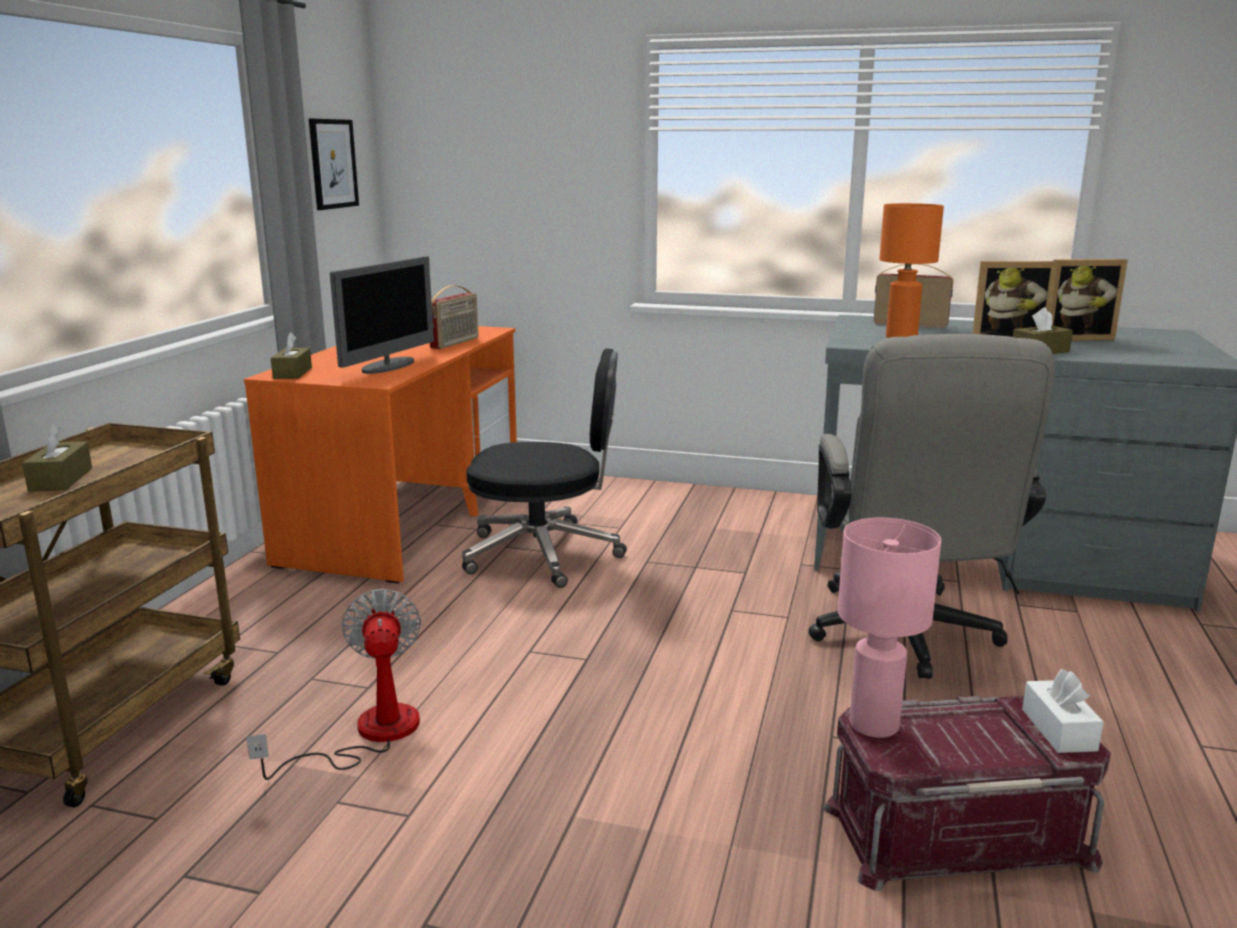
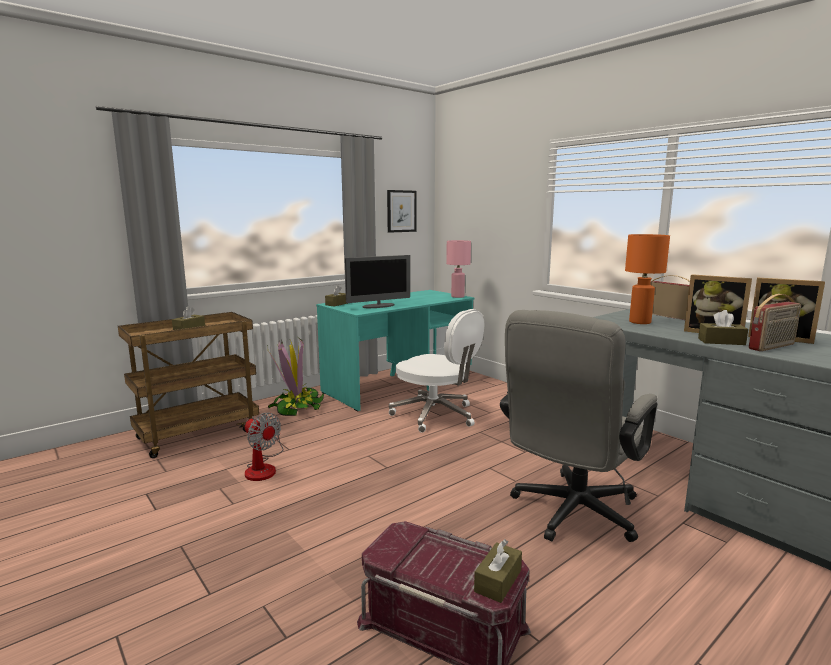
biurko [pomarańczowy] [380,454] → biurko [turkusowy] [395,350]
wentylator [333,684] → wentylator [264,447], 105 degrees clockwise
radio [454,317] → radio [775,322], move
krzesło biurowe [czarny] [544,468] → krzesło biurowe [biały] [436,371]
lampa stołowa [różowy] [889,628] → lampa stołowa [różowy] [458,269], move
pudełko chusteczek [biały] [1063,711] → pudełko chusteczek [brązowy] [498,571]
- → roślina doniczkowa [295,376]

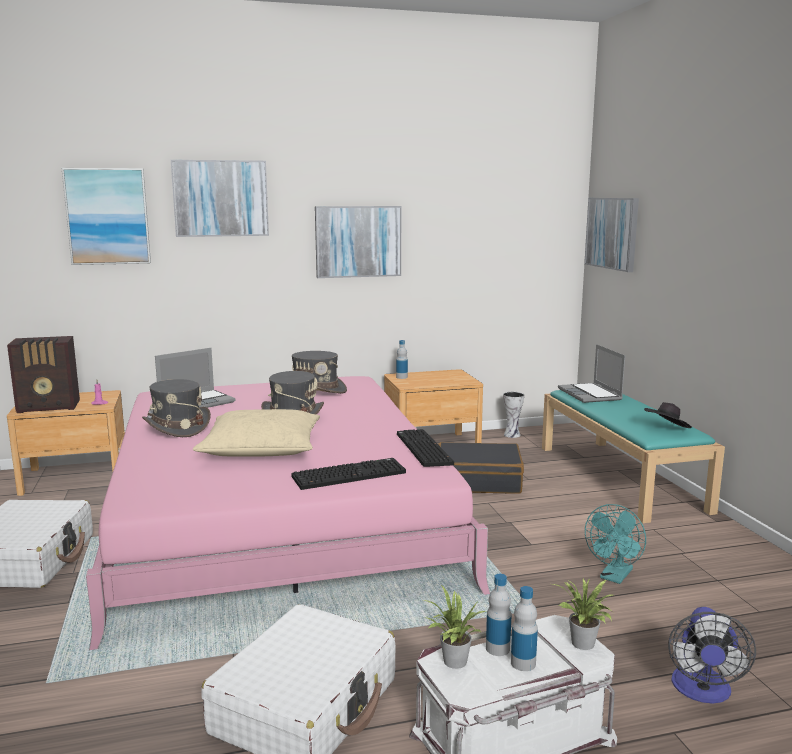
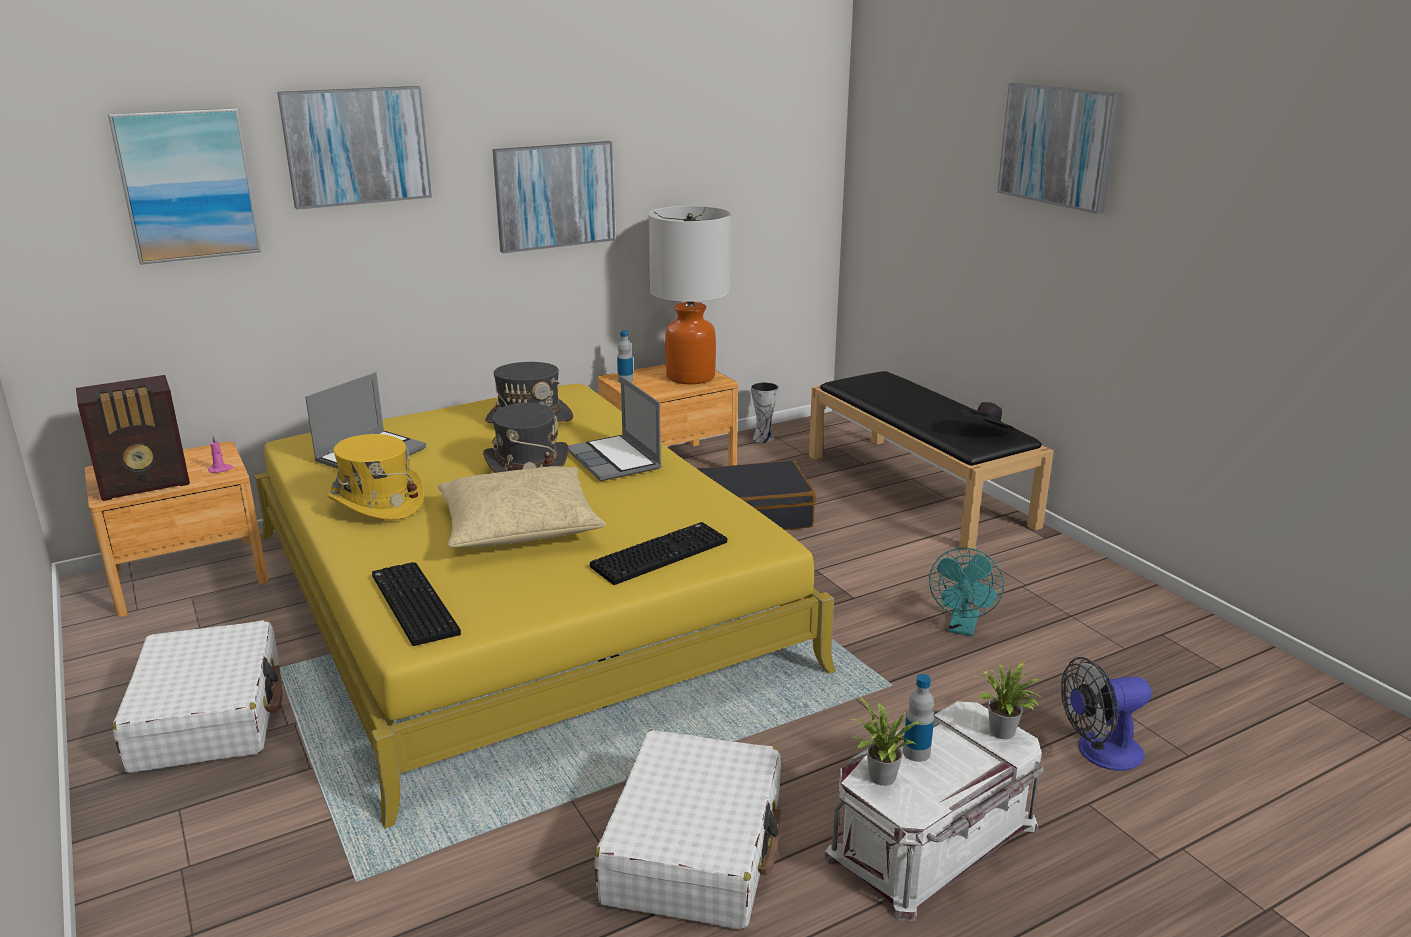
łóżko [różowy] [288,513] → łóżko [żółty] [545,606]
kapelusz [szary] [176,408] → kapelusz [żółty] [375,477]
klawiatura [425,448] → klawiatura [416,604], move
butelka [524,628] → -
ławka [turkusowy] [633,456] → ławka [czarny] [931,461]
laptop [591,373] → laptop [615,428], move
obraz [611,235] → obraz [1059,148], move
wentylator [712,655] → wentylator [1106,714], 75 degrees clockwise
- → lampa stołowa [689,295]

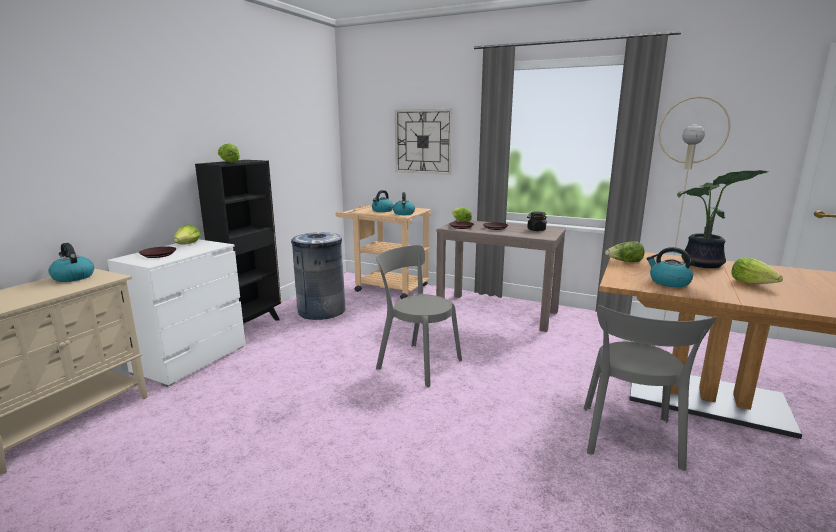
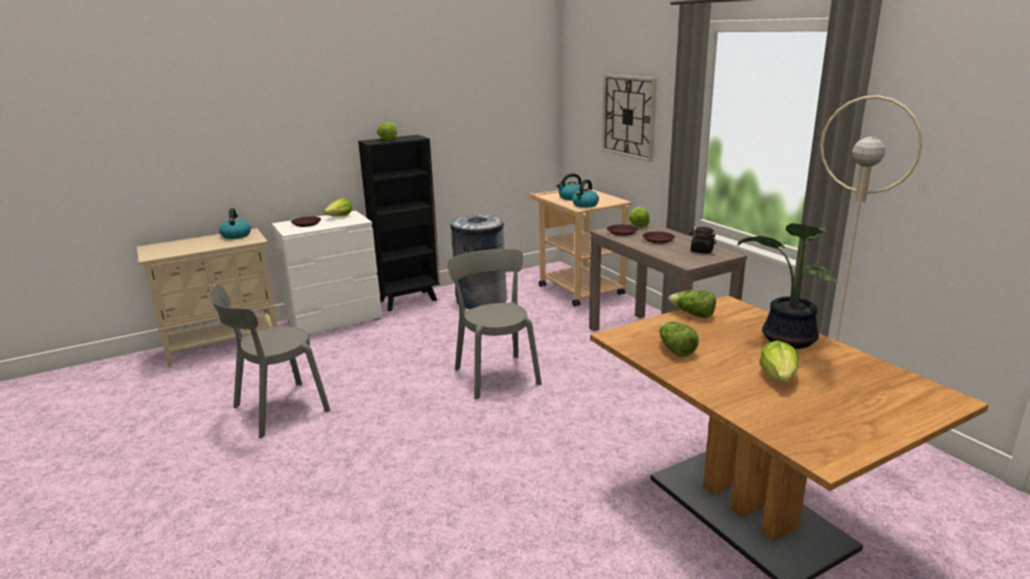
krzesło [szary] [650,388] → krzesło [szary] [269,361], move
czajnik [669,267] → sałata [679,339]

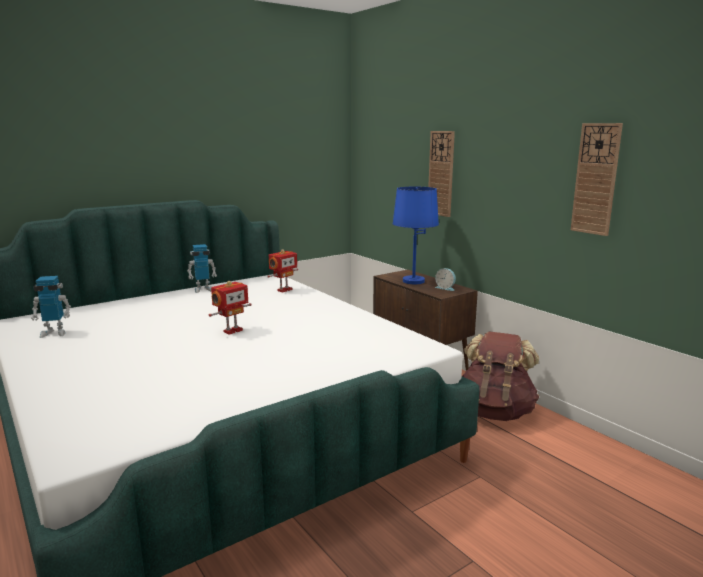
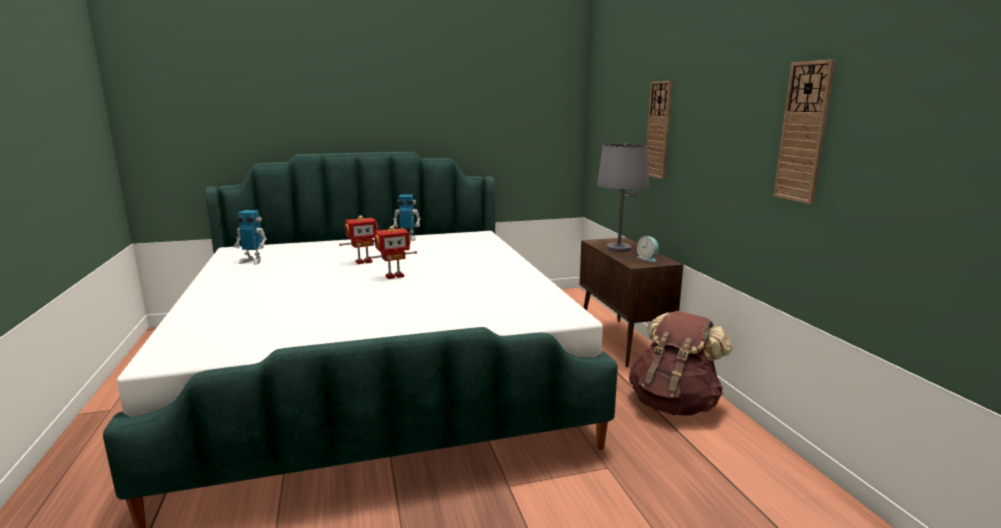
robot zabawkowy [282,270] → robot zabawkowy [358,239], move
lampa stołowa [niebieski] [416,235] → lampa stołowa [szary] [623,198]

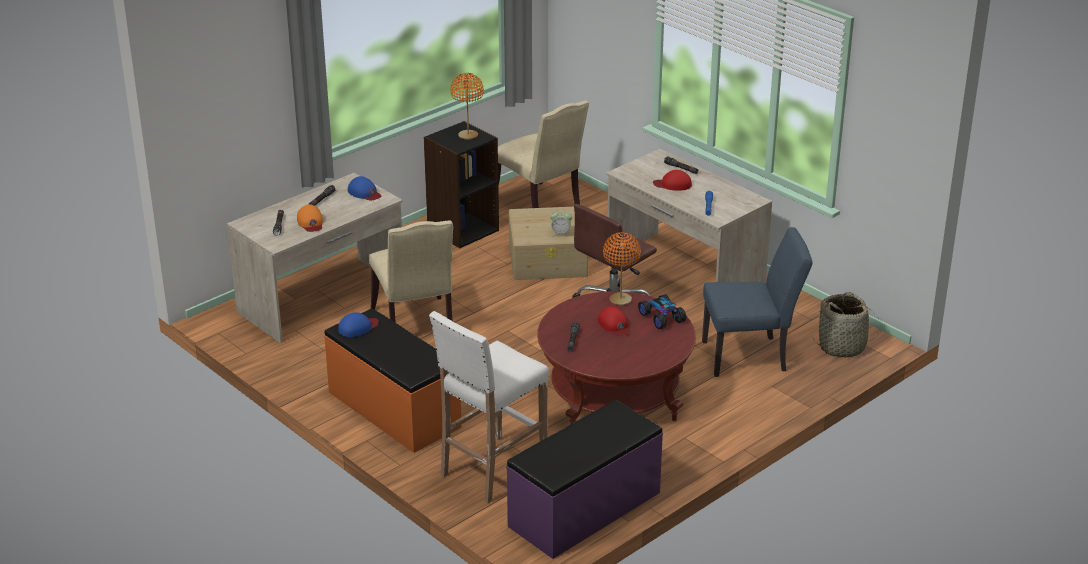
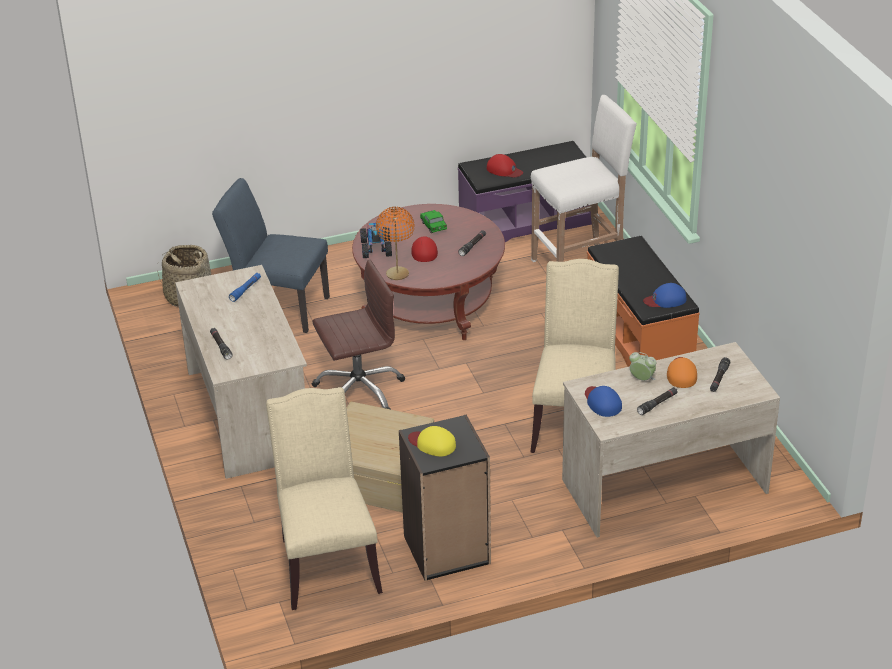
lampa stołowa [pomarańczowy] [467,106] → czapka z daszkiem [żółty] [432,441]
budzik [561,223] → budzik [642,366], move
czapka z daszkiem [czerwony] [672,180] → czapka z daszkiem [czerwony] [505,165], move
- → samochodzik [433,221]

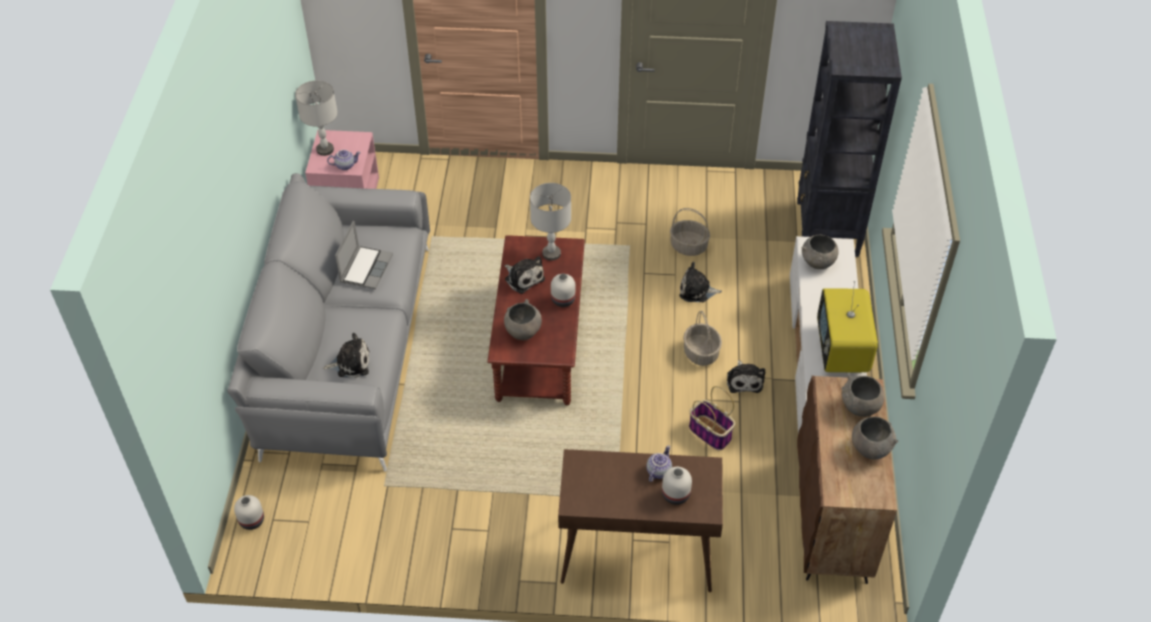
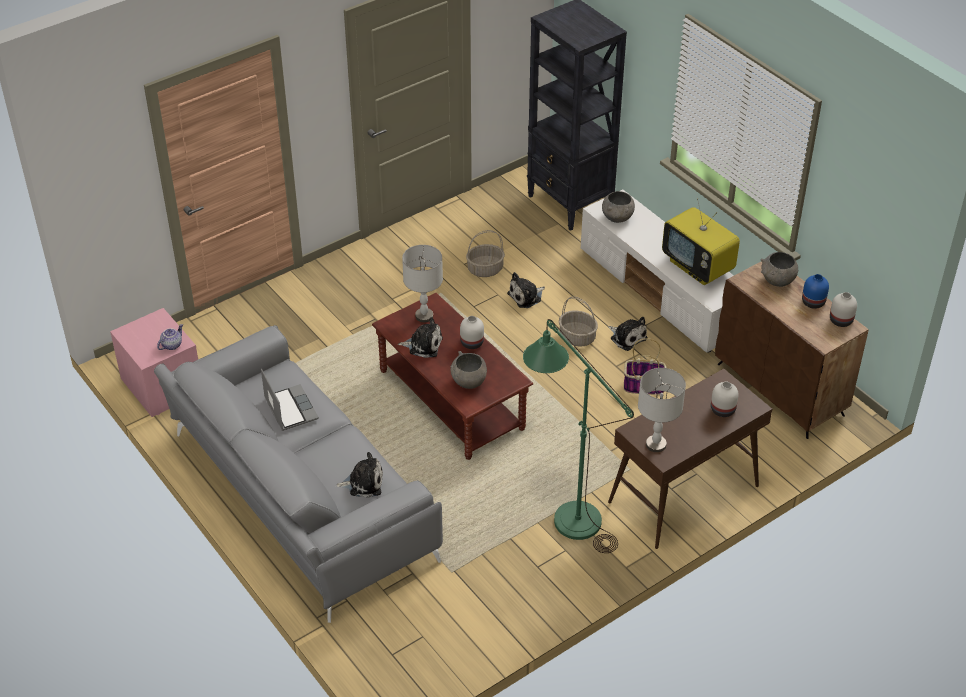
wazon [biały] [249,512] → wazon [biały] [843,309], move
lampa stołowa [szary] [316,118] → lampa stołowa [szary] [662,410], move
pluszak [346,355] → pluszak [359,475], 45 degrees clockwise
imbryk [659,463] → -
miska [szary] [875,438] → wazon [niebieski] [815,291]
- → lampa stojąca [zielony] [578,436]

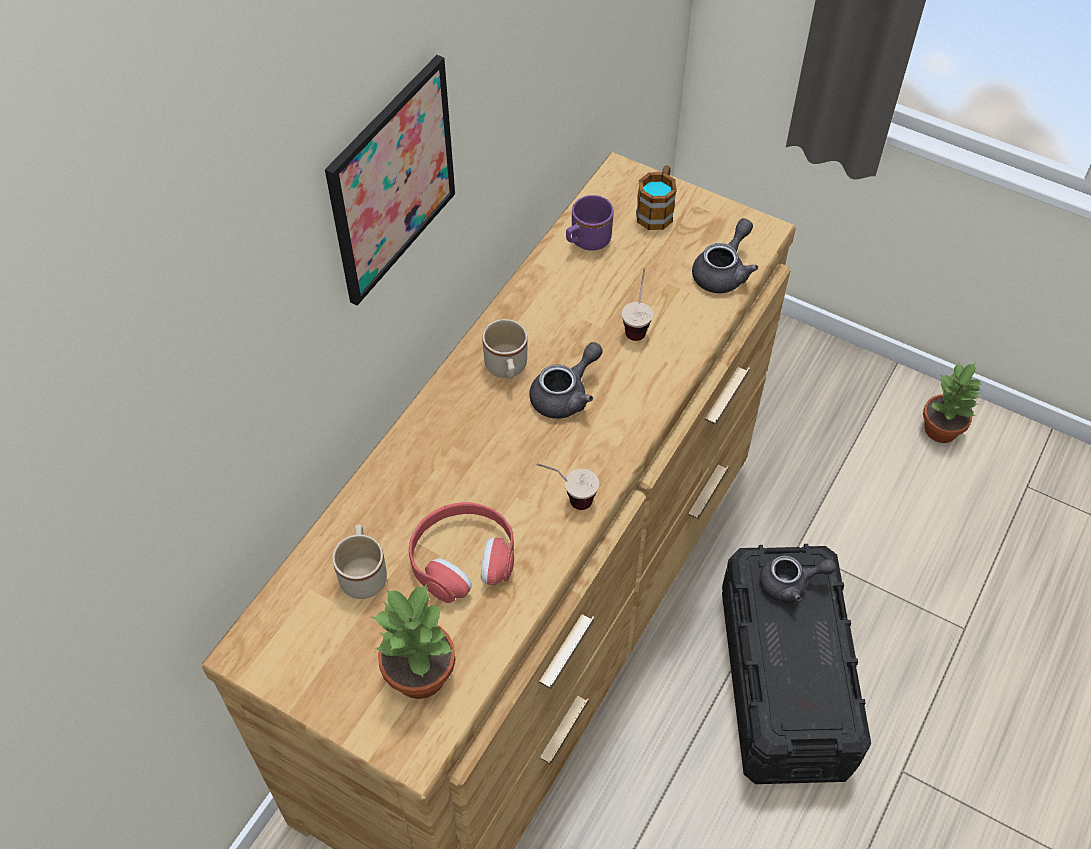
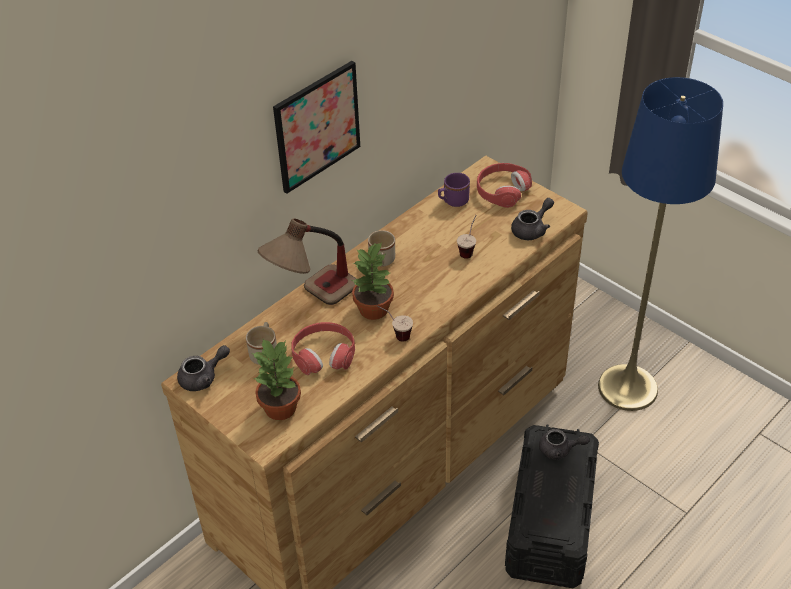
imbryk [szary] [566,380] → imbryk [szary] [203,368], move
kubek [656,197] → słuchawki [czerwony] [504,185]
roślina doniczkowa [952,402] → roślina doniczkowa [373,281], move
- → lampa stołowa [307,261]
- → lampa stojąca [niebieski] [660,244]

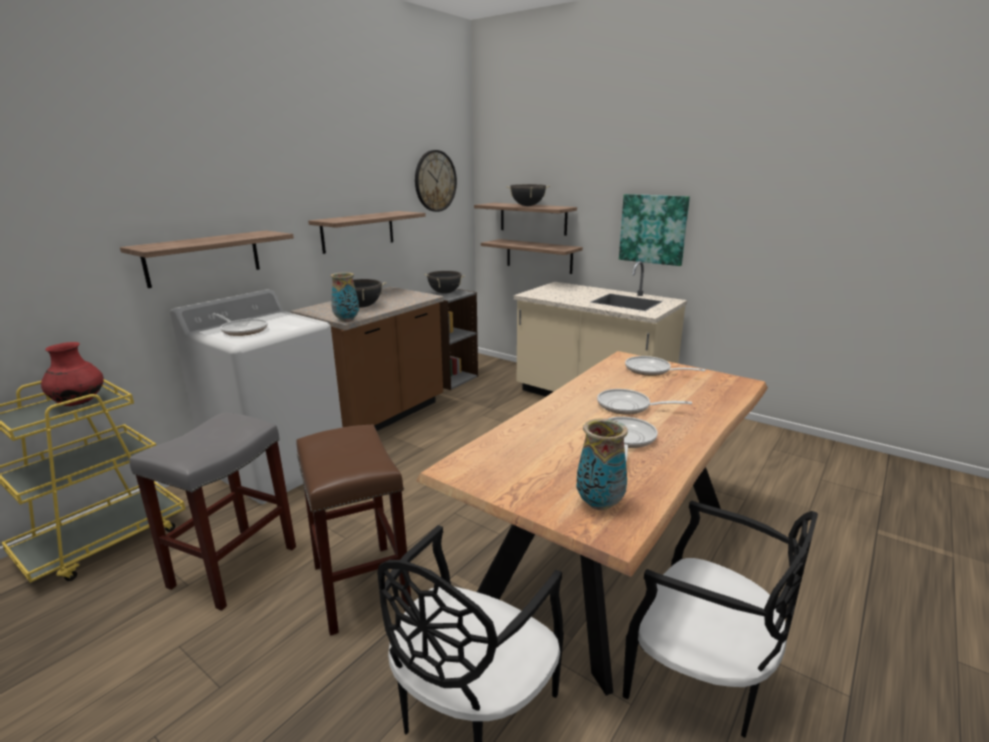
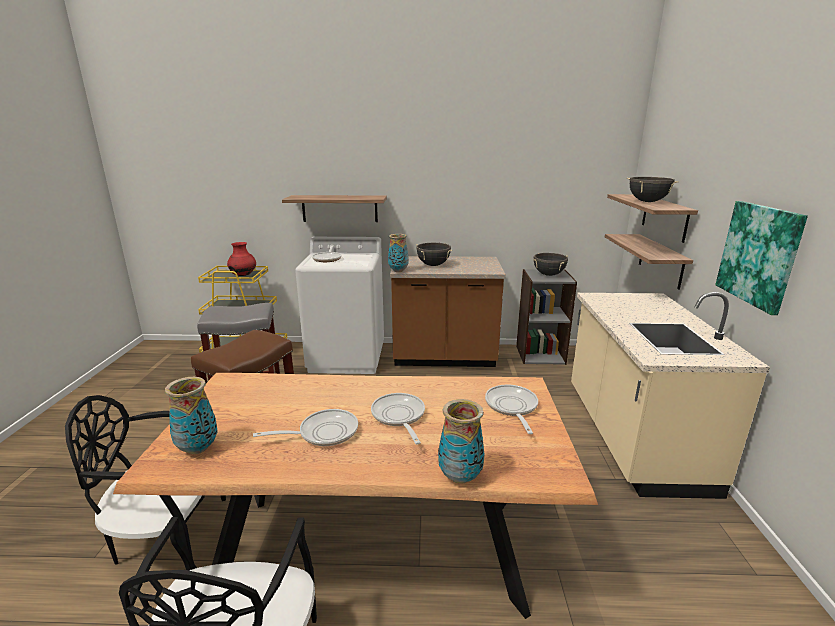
półka [367,232] → -
zegar ścienny [436,181] → -
- → wazon [461,441]

